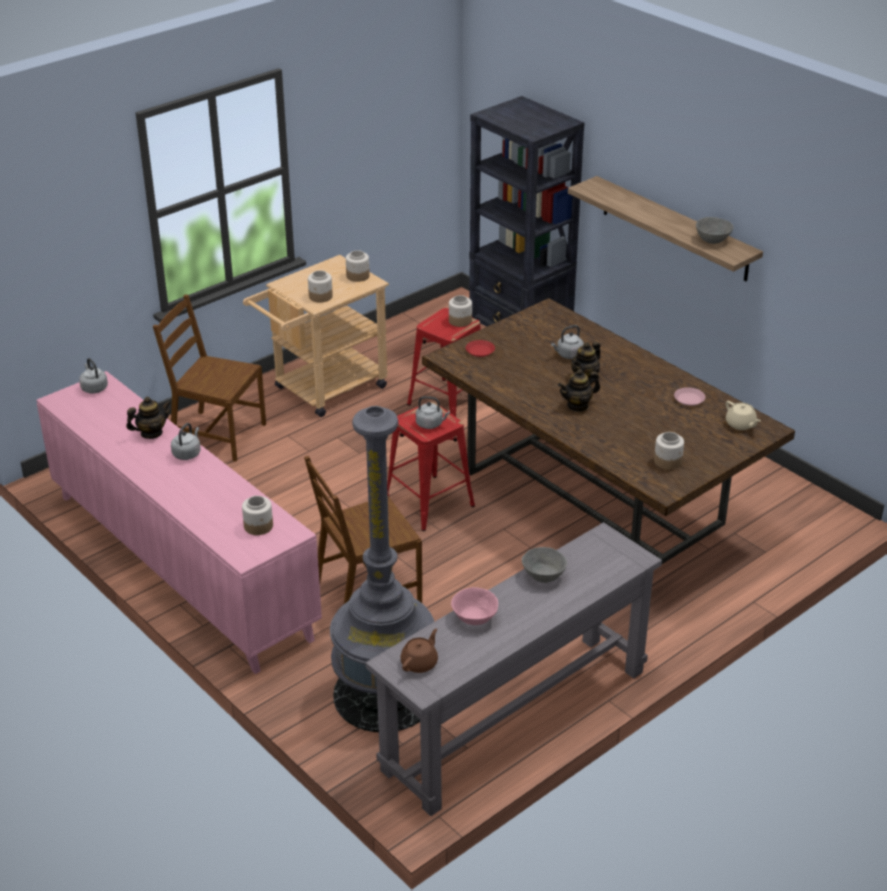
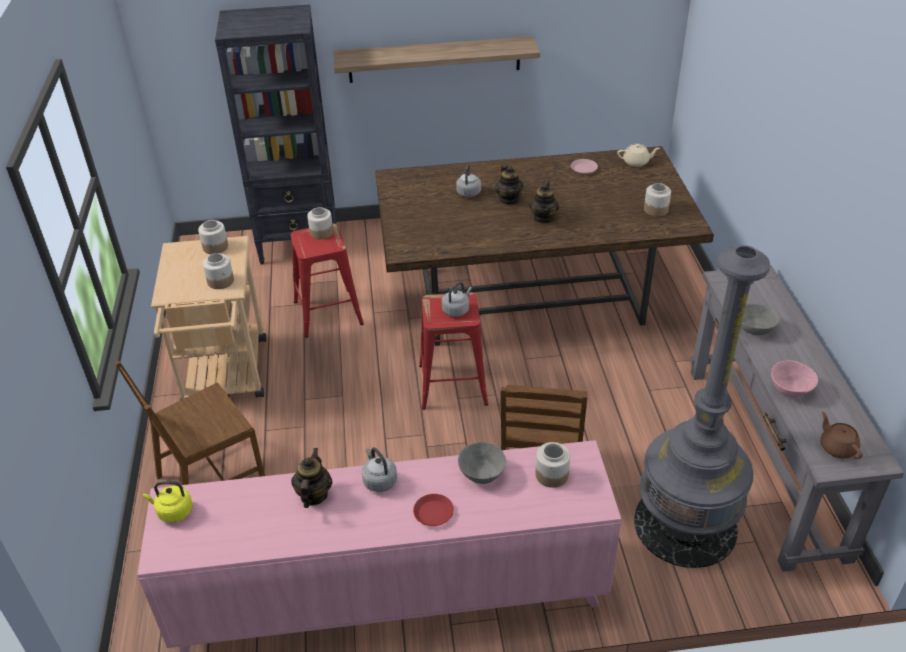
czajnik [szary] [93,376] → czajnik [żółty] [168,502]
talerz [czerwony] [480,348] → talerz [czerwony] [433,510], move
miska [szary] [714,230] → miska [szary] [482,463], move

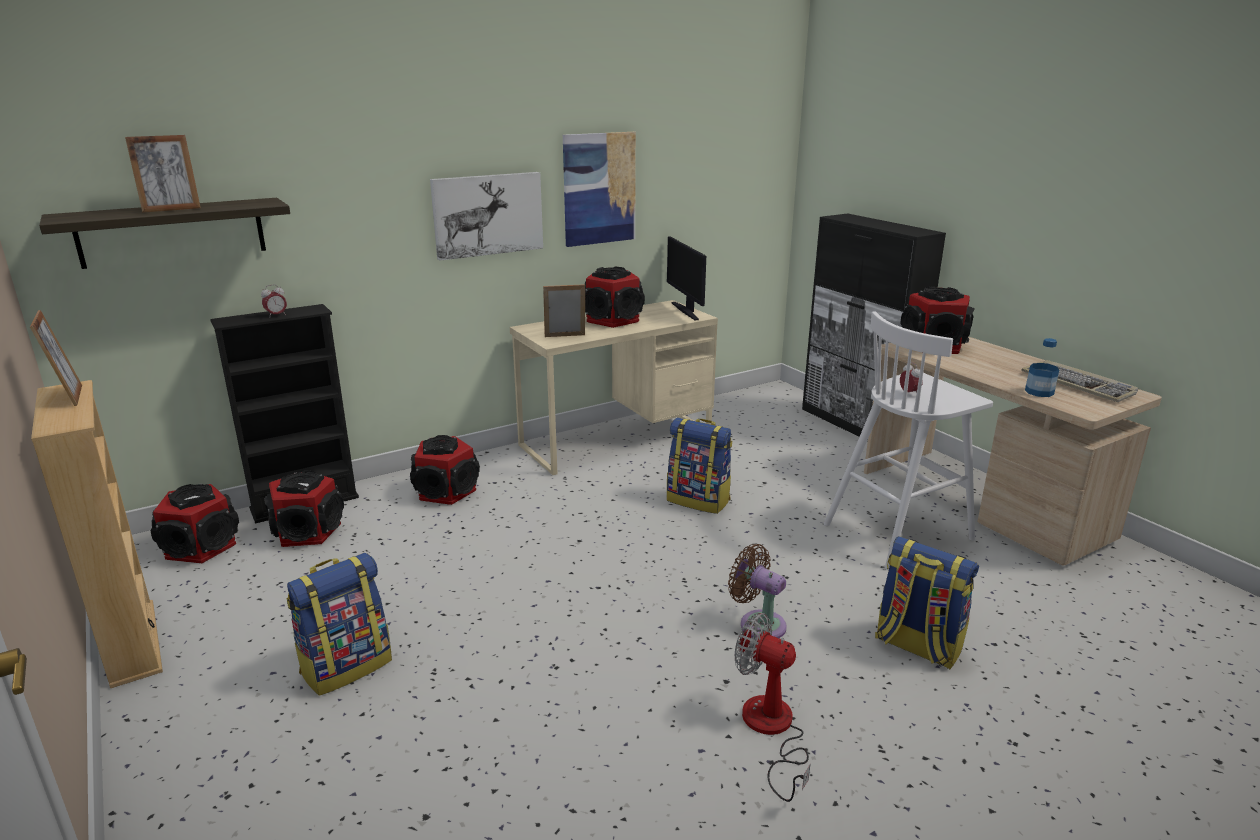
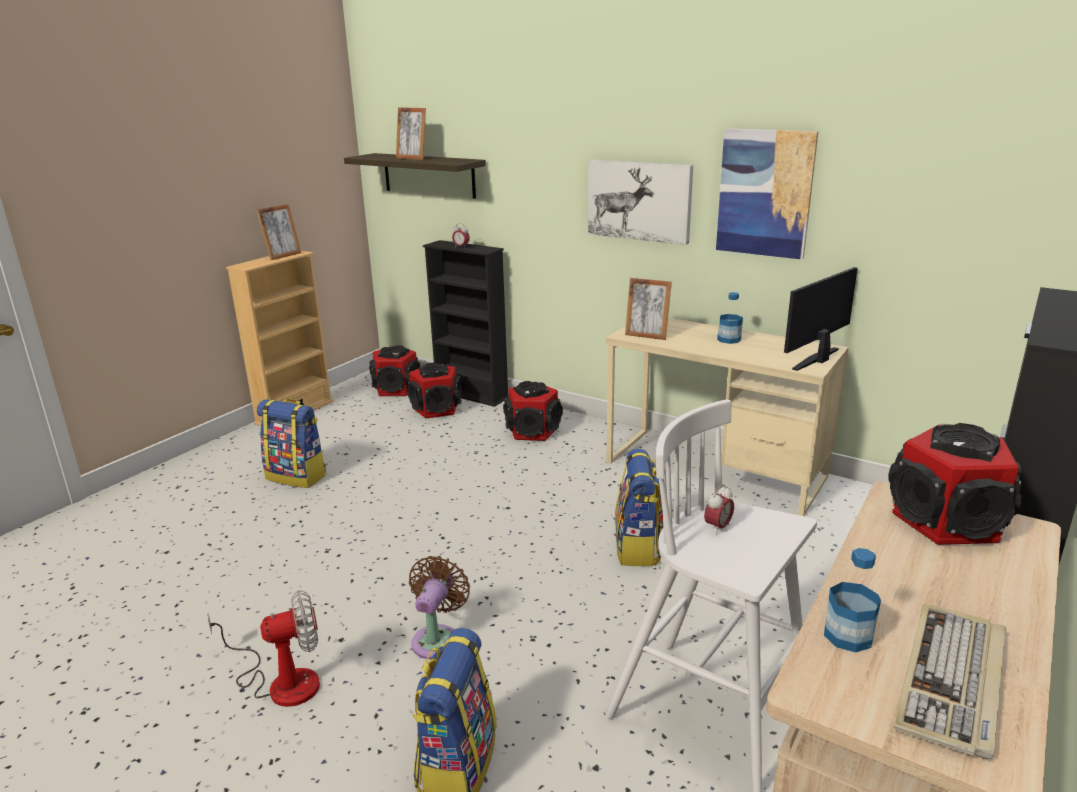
ramka na zdjęcie [564,310] → ramka na zdjęcie [648,309], 150 degrees clockwise
głośnik [615,297] → butelka [730,318]
wentylator [772,707] → wentylator [264,648], 60 degrees clockwise

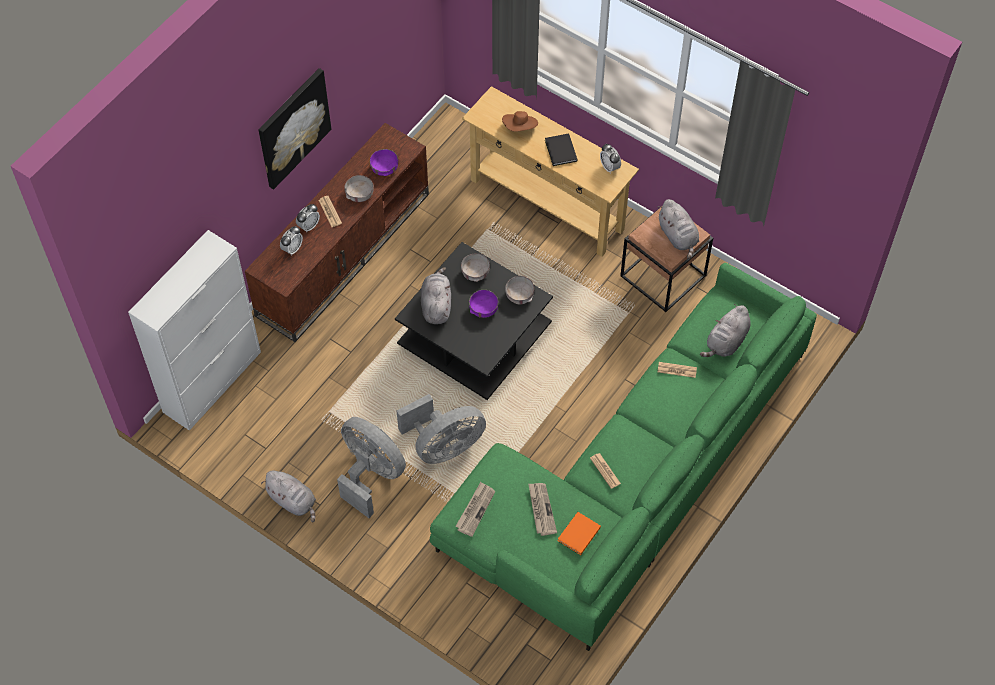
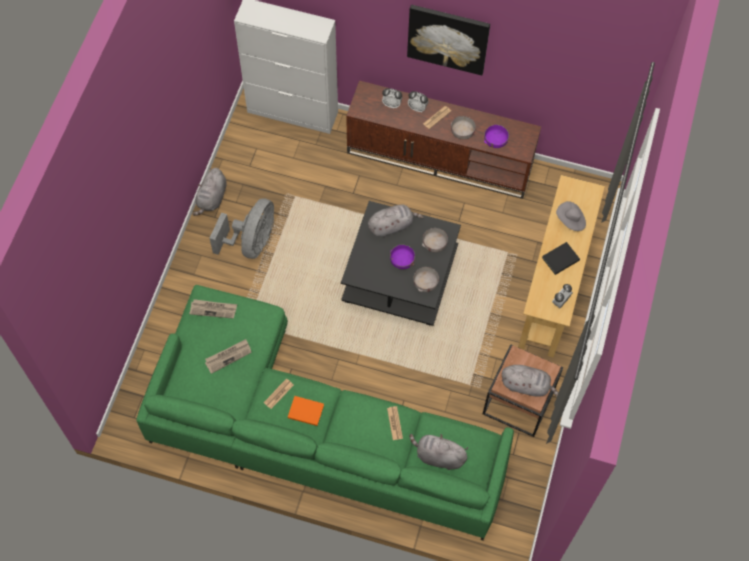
wentylator [szary] [441,429] → -
kapelusz [brązowy] [520,121] → kapelusz [szary] [571,216]
książka [pomarańczowy] [579,533] → książka [pomarańczowy] [306,411], move
pluszak [szary] [678,229] → pluszak [szary] [530,381], 120 degrees counterclockwise

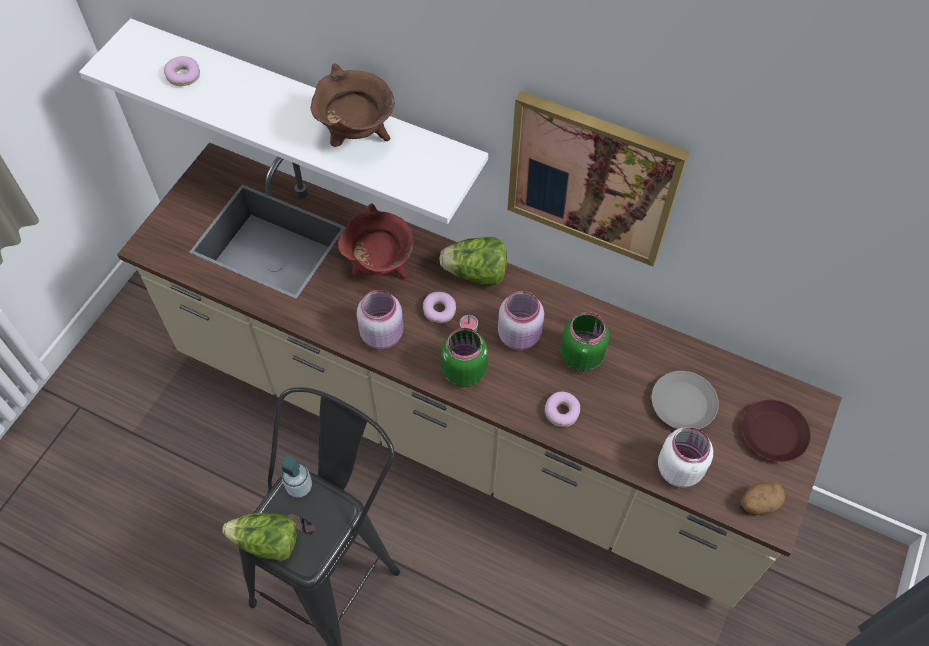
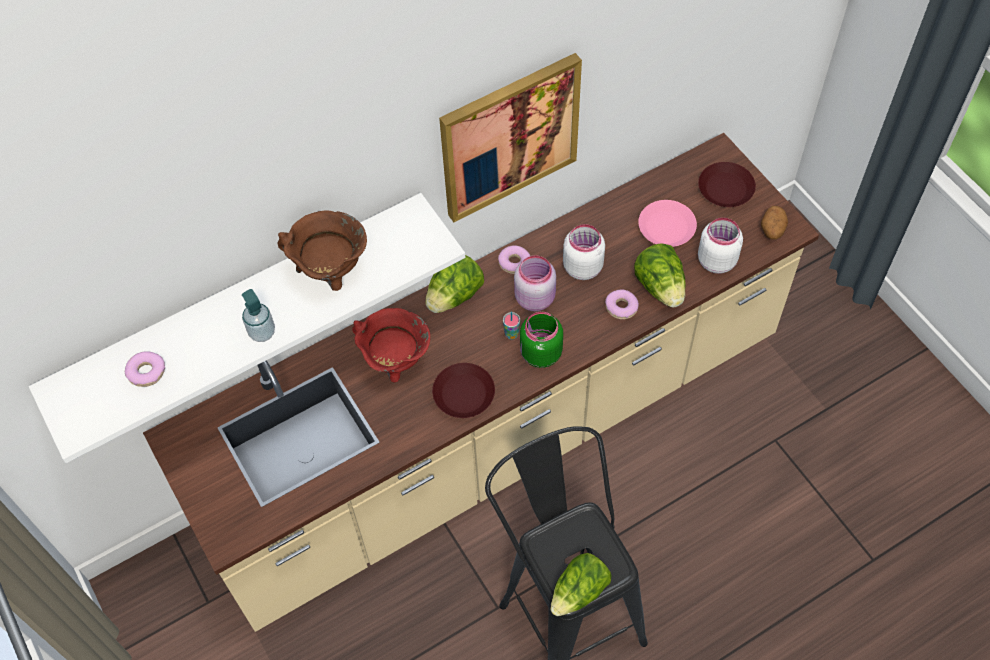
dozownik mydła [297,476] → dozownik mydła [258,315], move
słoik [różowy] [380,319] → talerz [brązowy] [463,390]
donut [439,307] → donut [514,259], move
słoik [zielony] [584,342] → słoik [biały] [584,252]
talerz [szary] [685,400] → talerz [różowy] [667,223]
- → sałata [660,275]

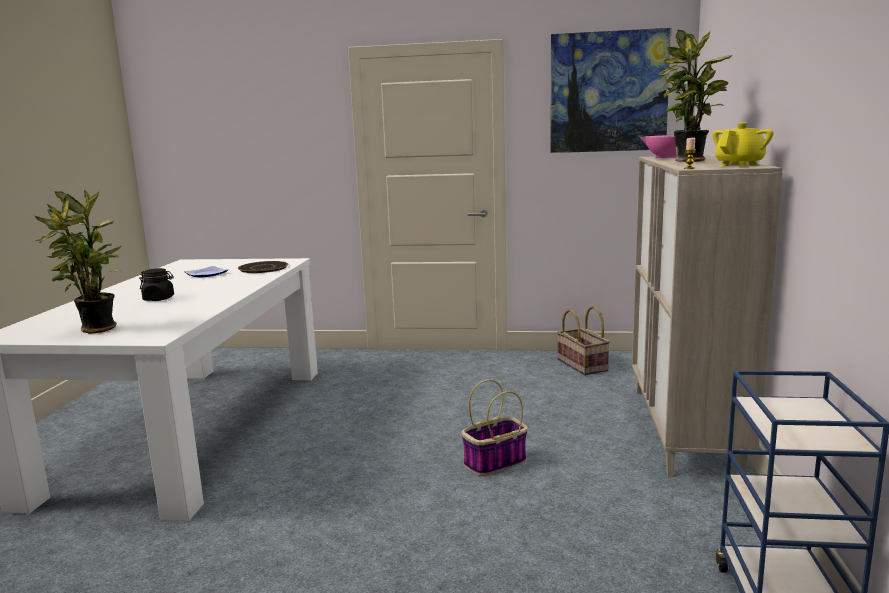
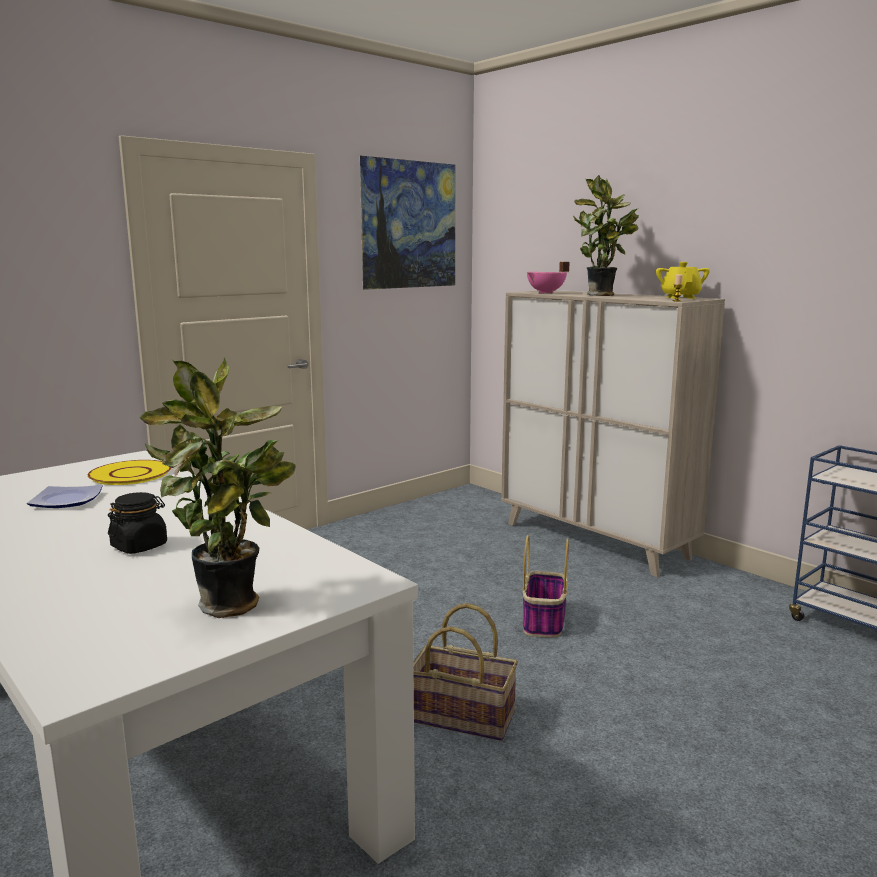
talerz [czarny] [263,267] → talerz [żółty] [130,472]
koszyk [583,340] → koszyk [465,672], move

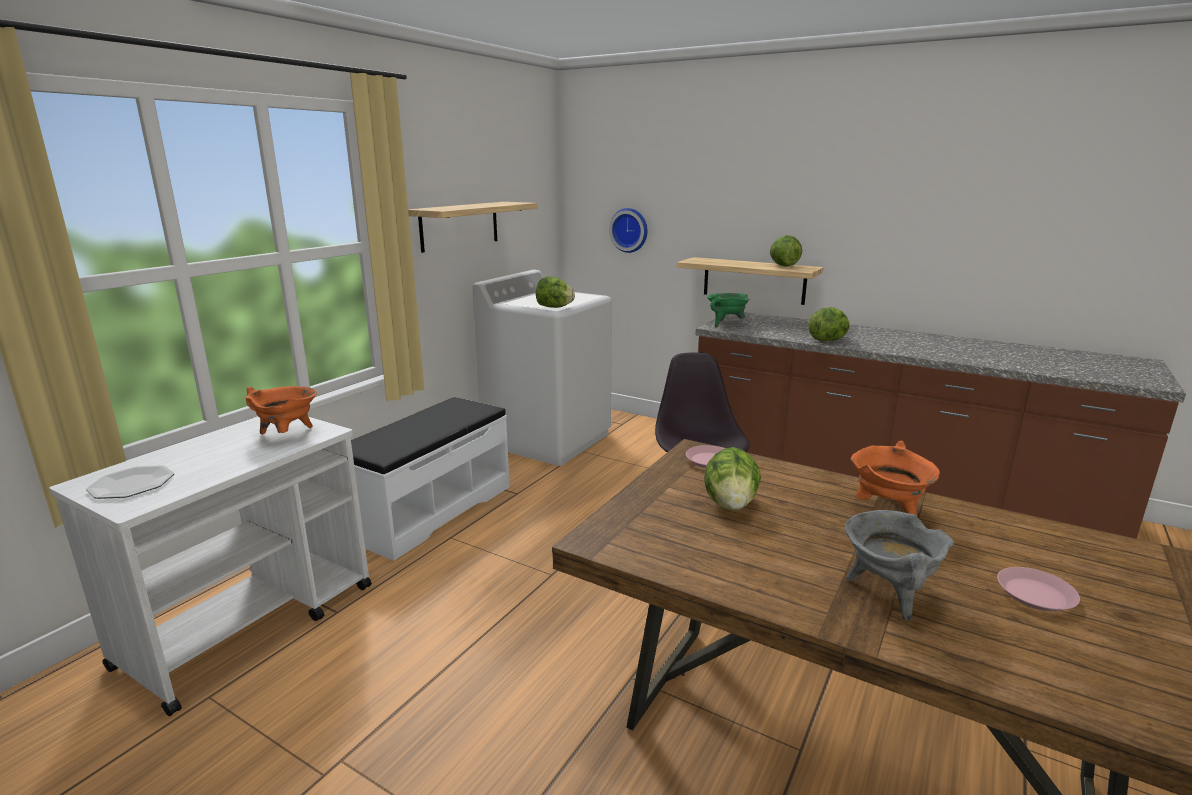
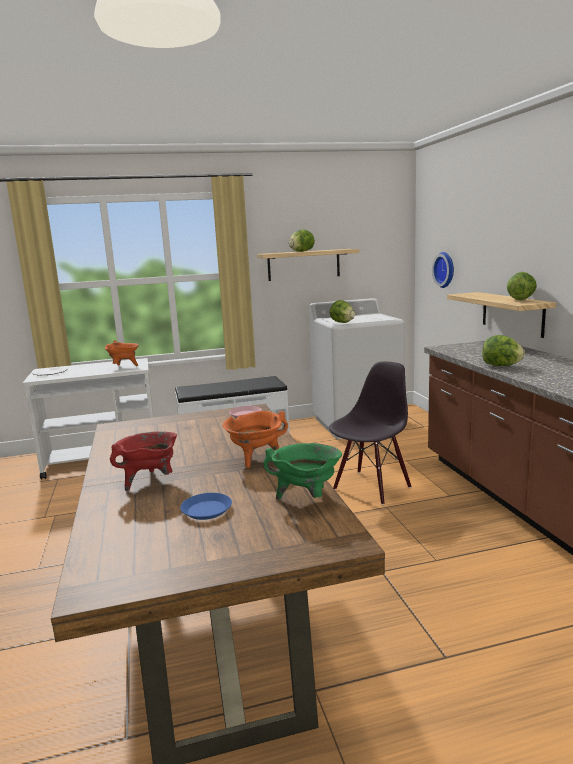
sałata [732,479] → sałata [302,240], move
garnek [zielony] [728,310] → garnek [zielony] [303,471], move
garnek [szary] [899,565] → garnek [czerwony] [143,461]
talerz [różowy] [1038,589] → talerz [niebieski] [206,506]

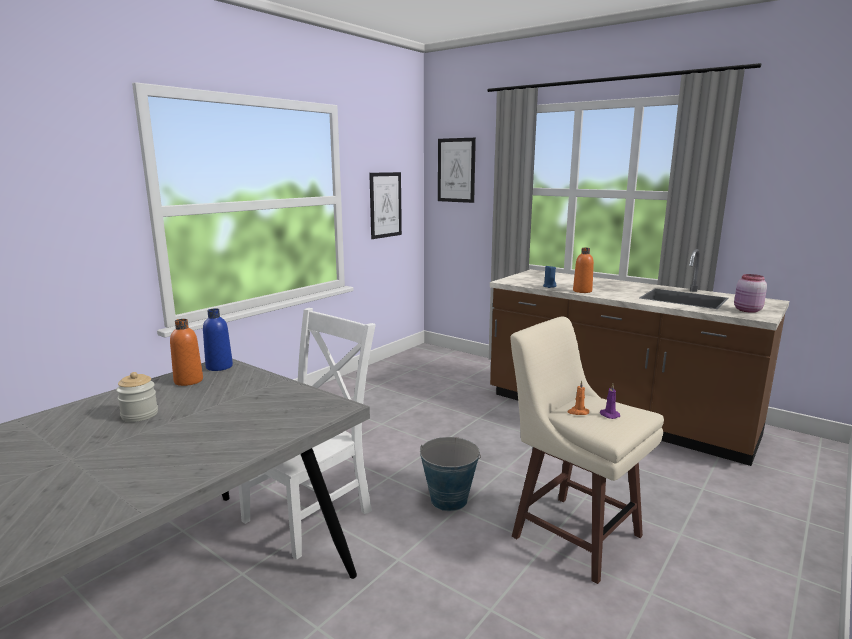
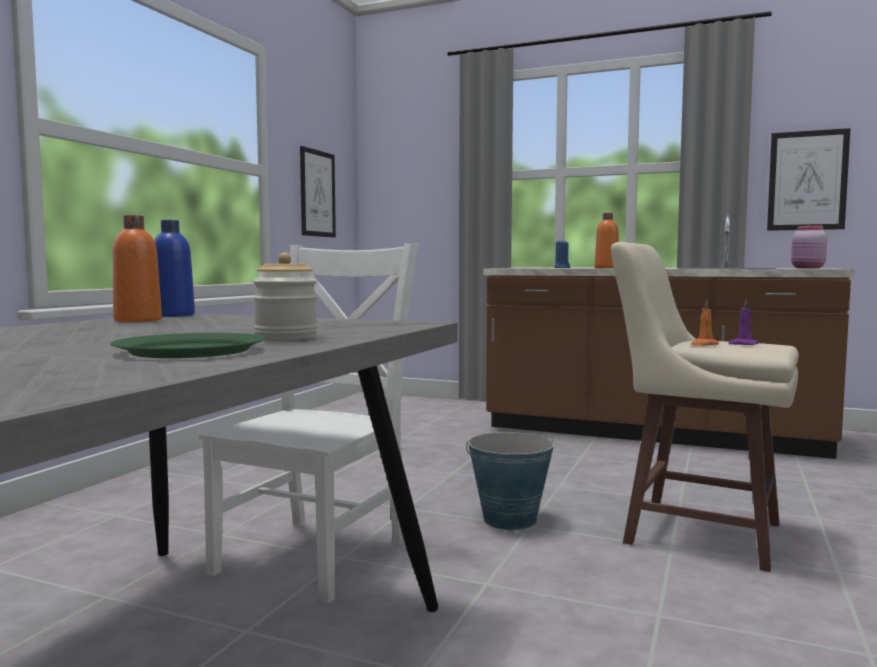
słoik [137,397] → słoik [285,296], move
obraz [457,170] → obraz [808,179], move
- → talerz [zielony] [188,345]

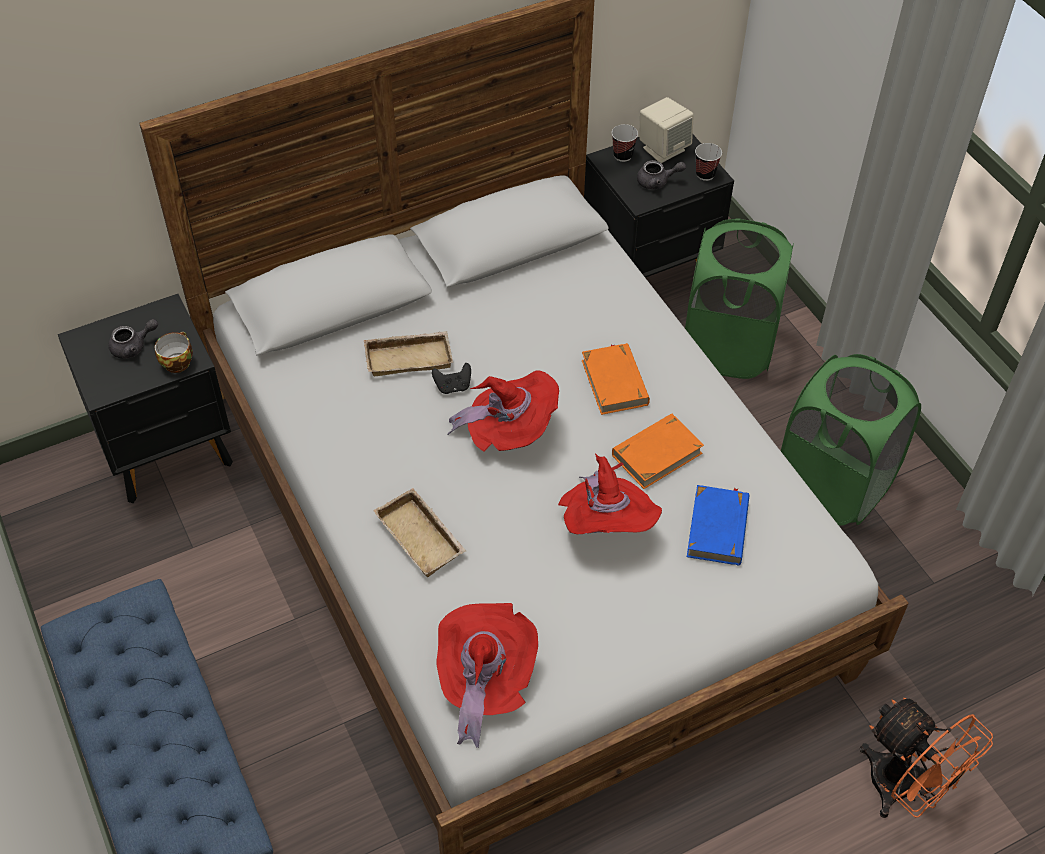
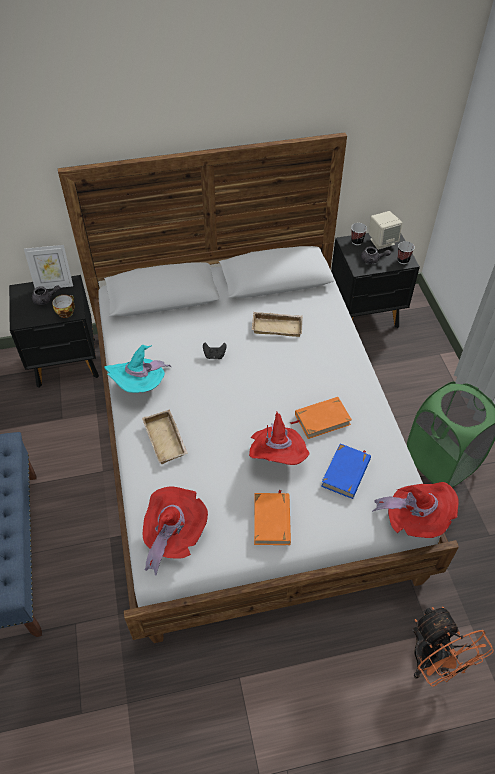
taca [beżowy] [408,353] → taca [beżowy] [277,324], move
kapelusz [czerwony] [503,411] → kapelusz [czerwony] [415,510], move
książka [pomarańczowy] [616,379] → książka [pomarańczowy] [272,517], move
kosz na pranie [zielony] [739,298] → -
- → ramka na zdjęcie [48,267]
- → kapelusz [turkusowy] [137,369]

